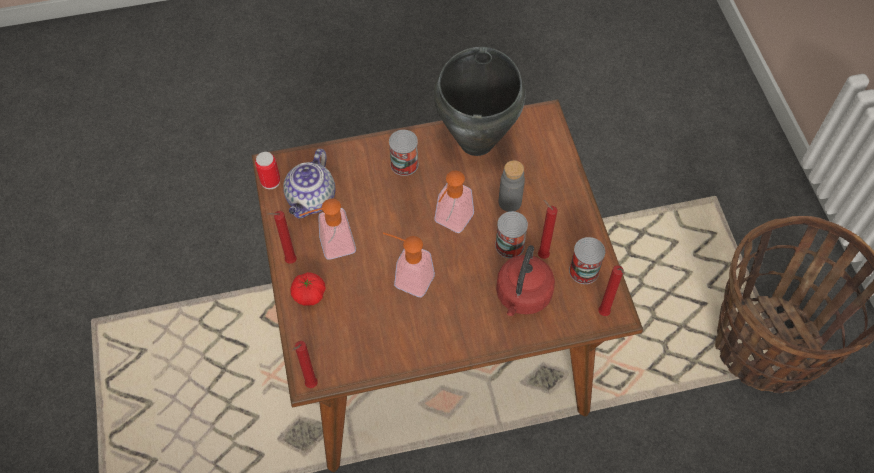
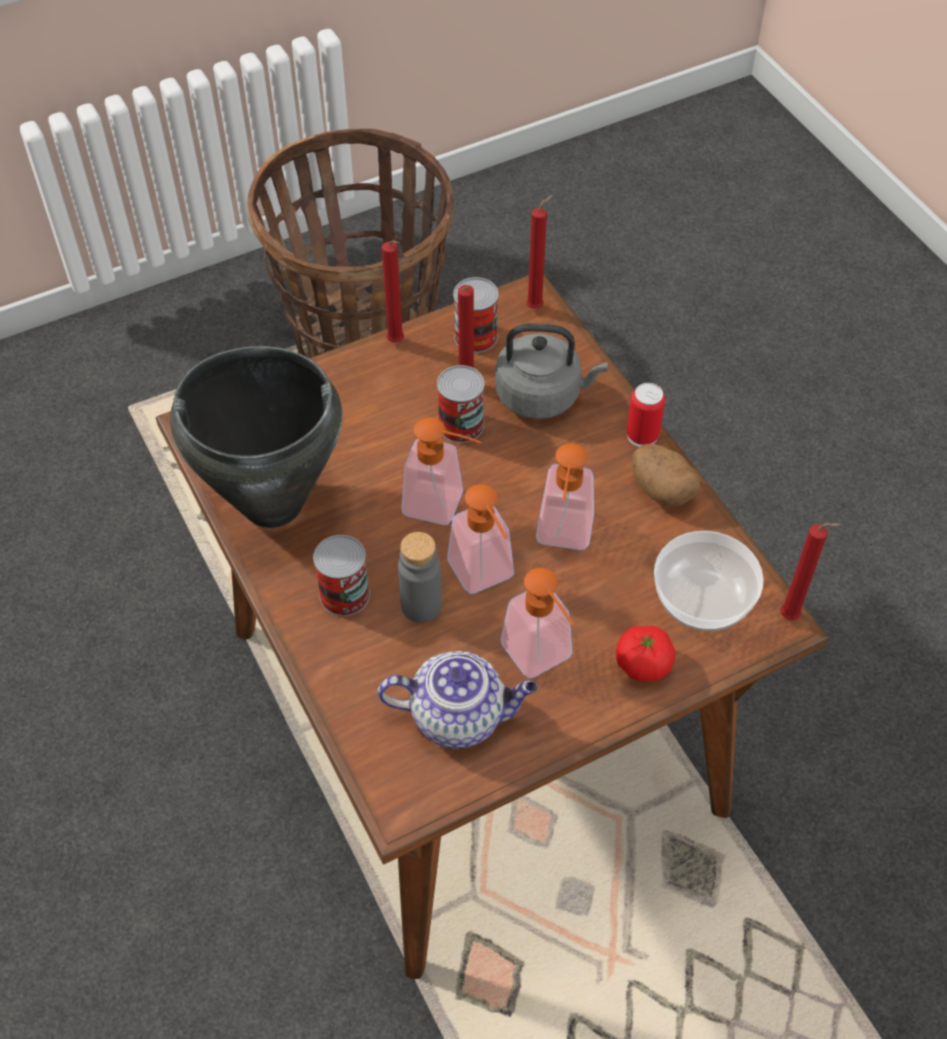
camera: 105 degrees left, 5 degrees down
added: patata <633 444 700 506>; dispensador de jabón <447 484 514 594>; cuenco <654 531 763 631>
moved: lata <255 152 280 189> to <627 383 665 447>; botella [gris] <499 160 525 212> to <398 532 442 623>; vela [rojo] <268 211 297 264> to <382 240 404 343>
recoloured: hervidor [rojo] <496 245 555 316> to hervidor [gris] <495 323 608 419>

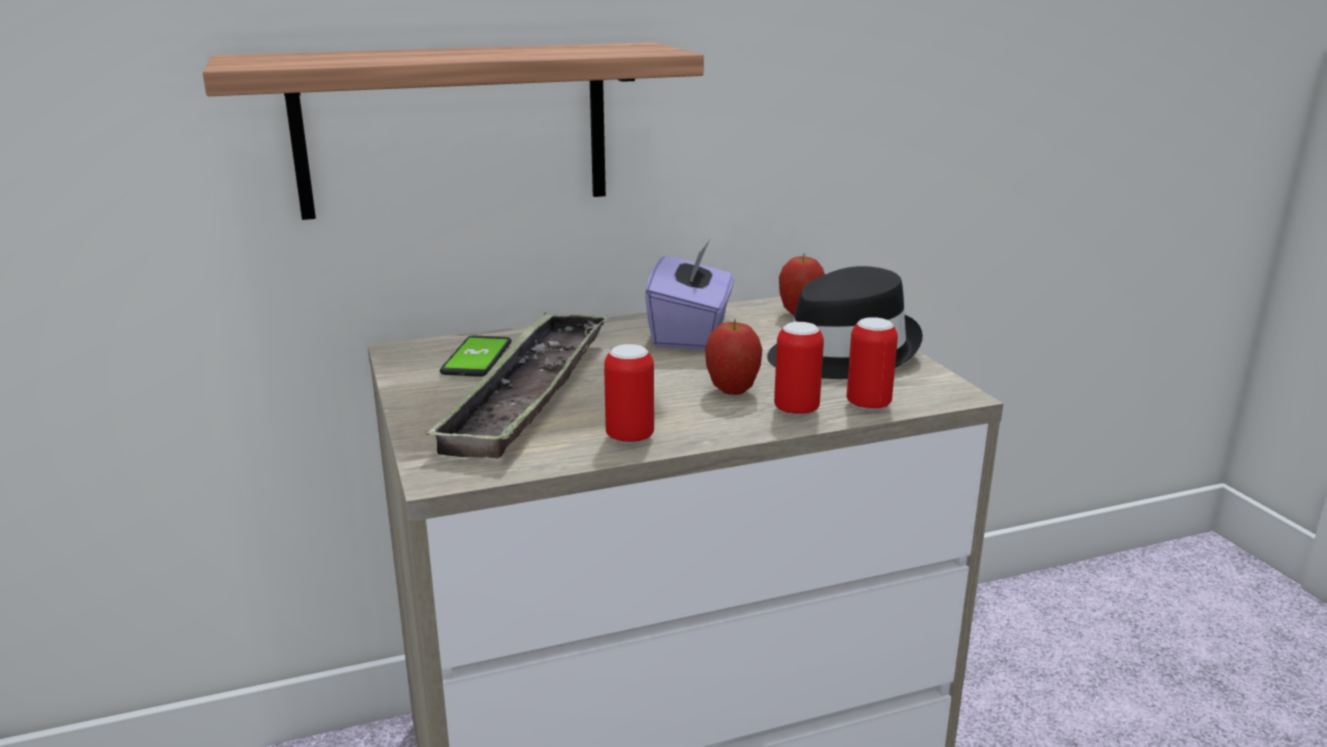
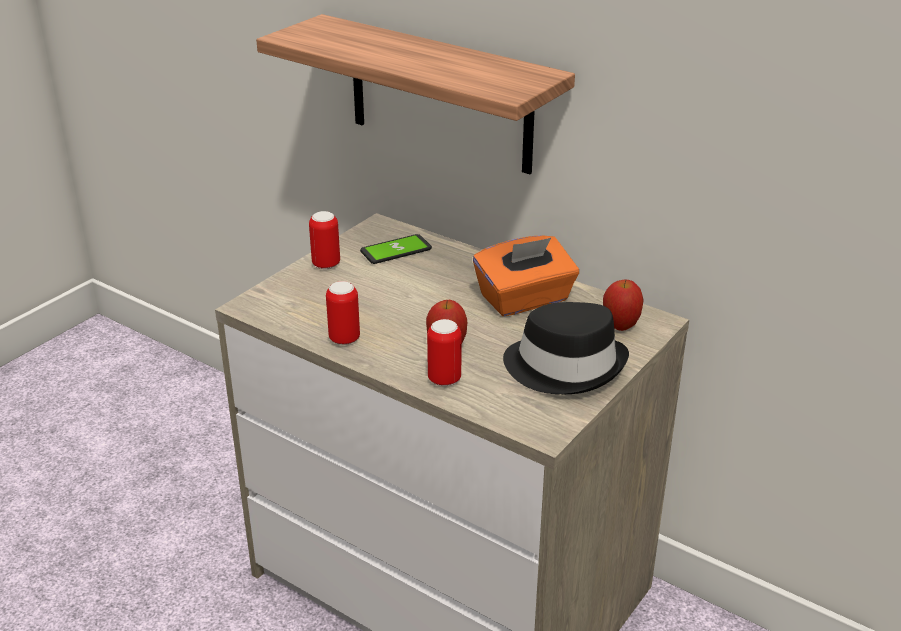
camera: 55 degrees right, 10 degrees up
removed: bandeja <426 312 608 458>
moved: lata <847 317 898 411> to <309 211 340 269>
recoloured: caja de pañuelos [morado] <645 240 734 350> to caja de pañuelos [naranja] <473 235 579 316>

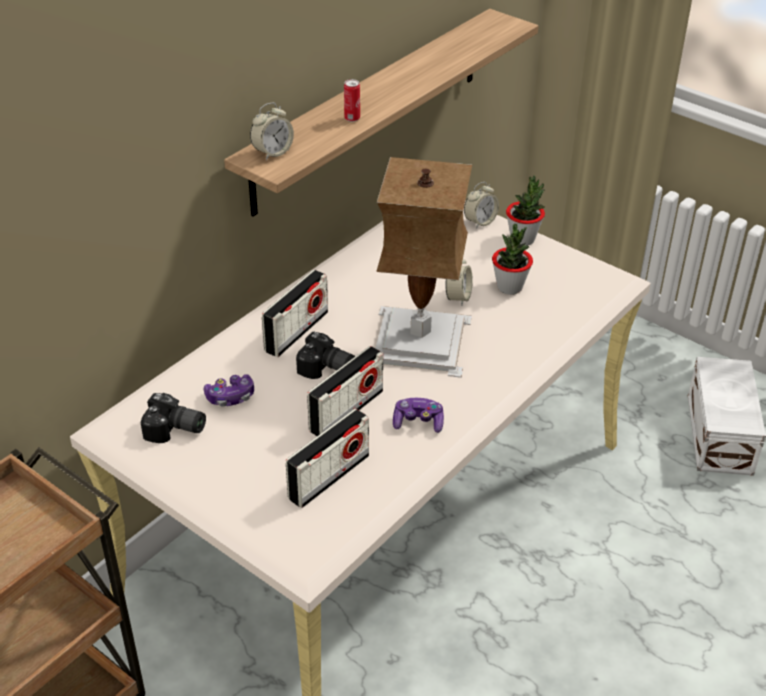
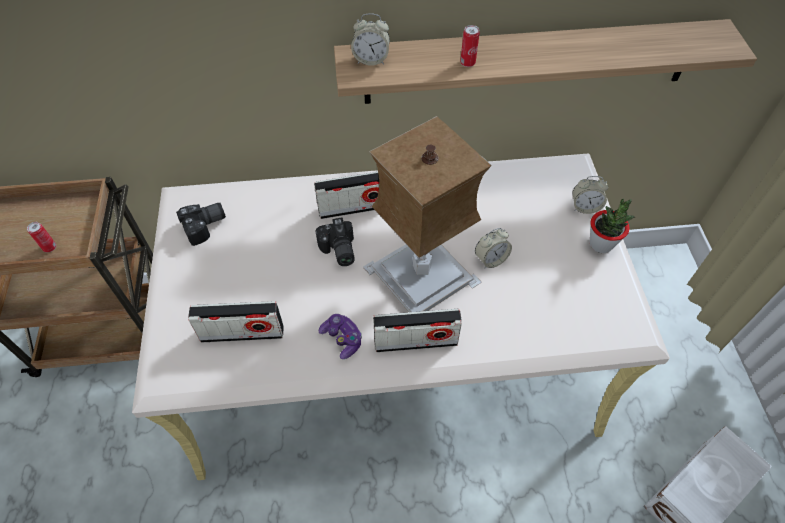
camera: 45 degrees right, 15 degrees up
removed: planta en maceta <492 224 533 295>; mando de consola <204 374 254 407>
added: lata <27 222 56 252>
moved: radio <307 346 383 436> to <373 309 462 352>
turned: cámara <141 393 206 443> = <176 203 226 246> 90 degrees counterclockwise

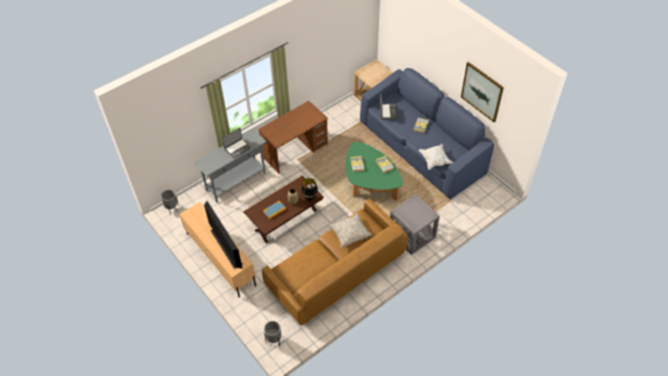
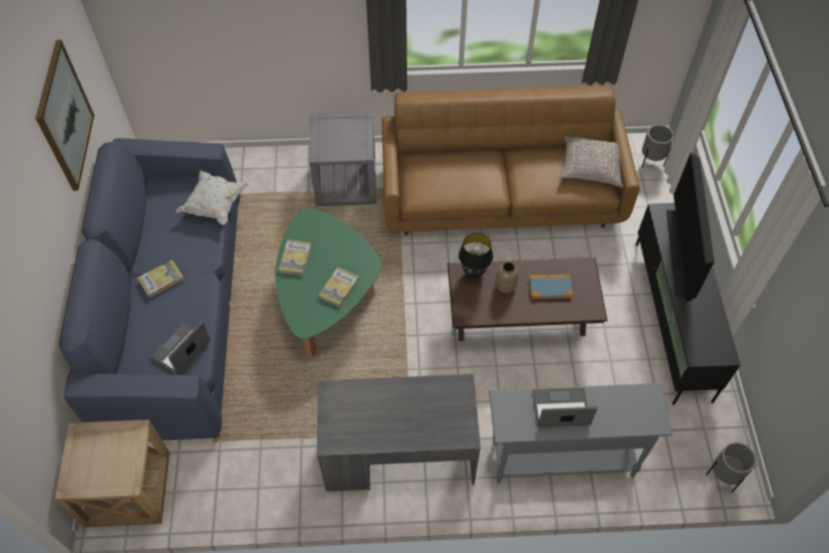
camera: 145 degrees left, 5 degrees up
moved: cojín [gris] <328 213 372 248> to <559 136 623 188>
recoloured: escritorio [marrón] <258 101 328 174> to escritorio [gris] <317 374 481 492>; mueble de televisión [beis] <180 202 256 297> to mueble de televisión [negro] <636 203 740 405>

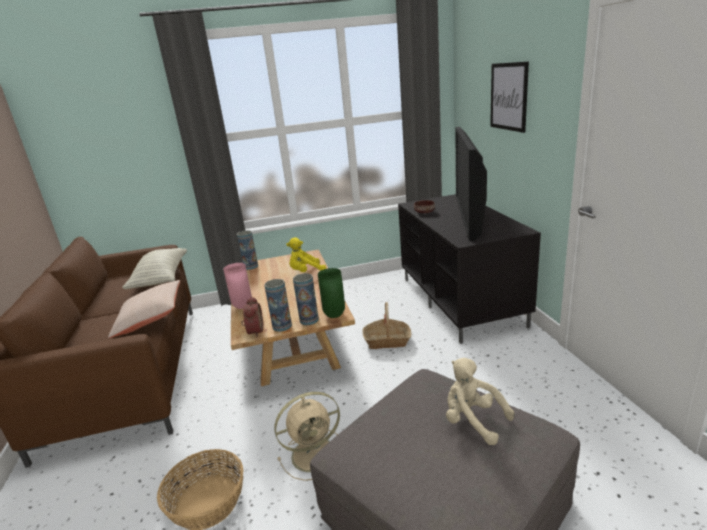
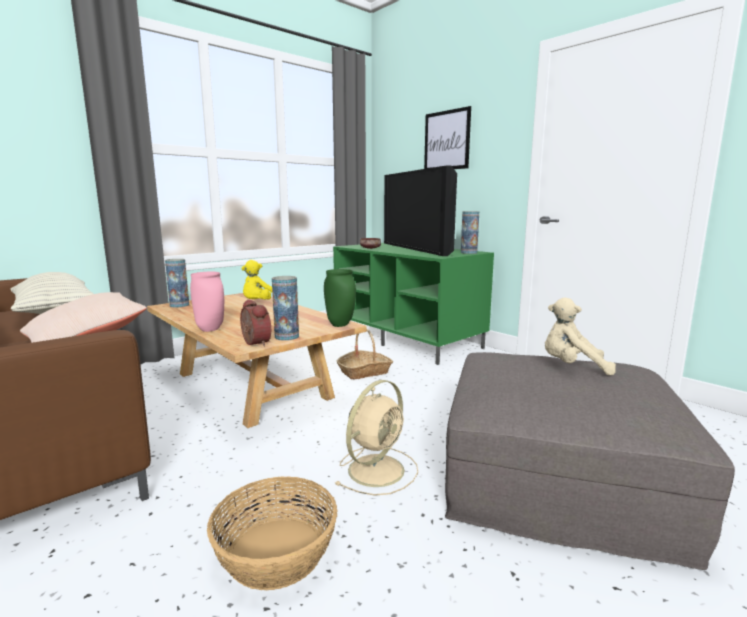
camera: 30 degrees left, 10 degrees down
moved: florero <293 273 319 325> to <461 211 479 254>
recoloured: mueble de televisión [negro] <398 194 541 344> to mueble de televisión [verde] <333 243 494 365>

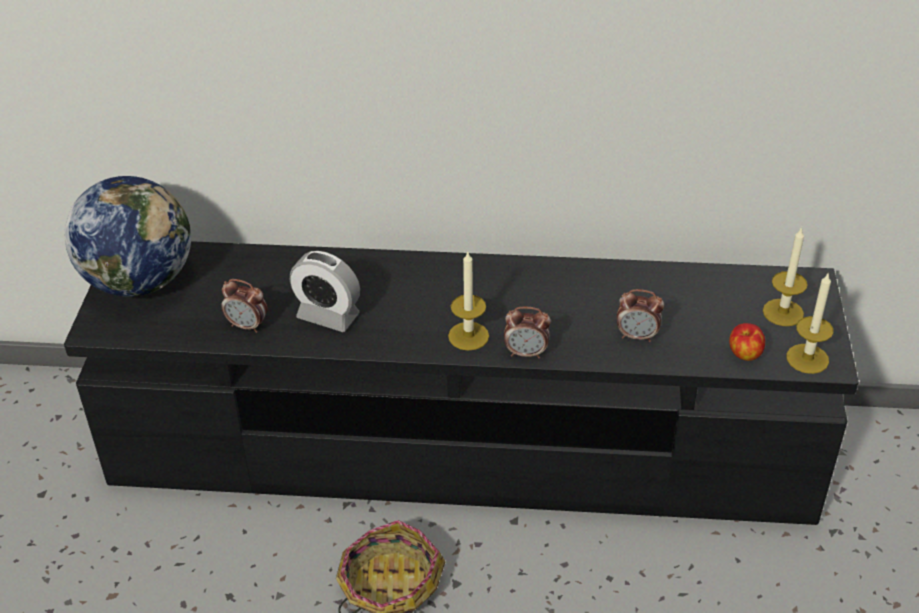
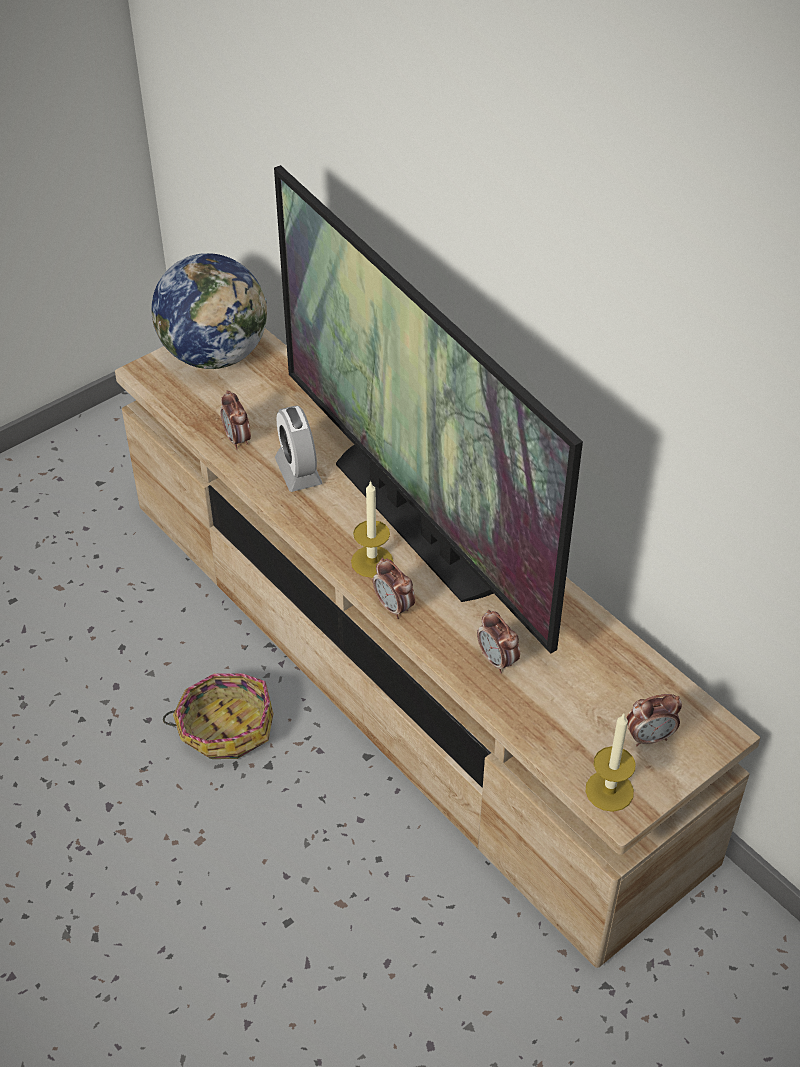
camera: 45 degrees right, 5 degrees up
removed: manzana <729 323 765 361>
added: televisor <274 165 583 654>
replaced: vela <763 227 808 326> to despertador <627 694 682 746>
recoloured: mueble de televisión [negro] <64 241 859 525> to mueble de televisión [beis] <115 328 761 968>

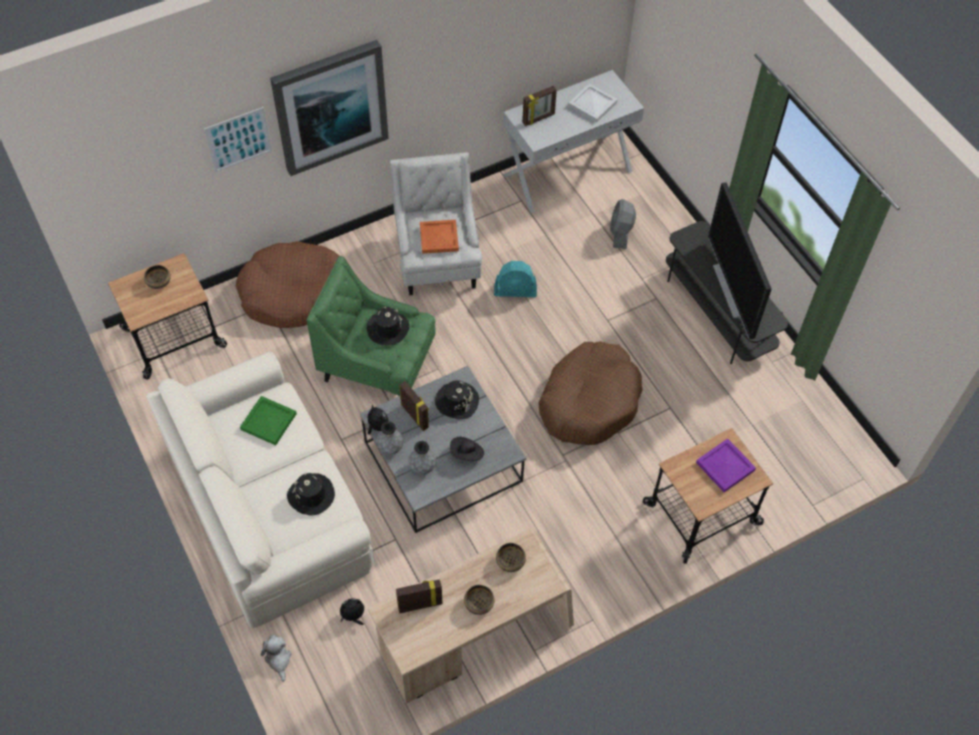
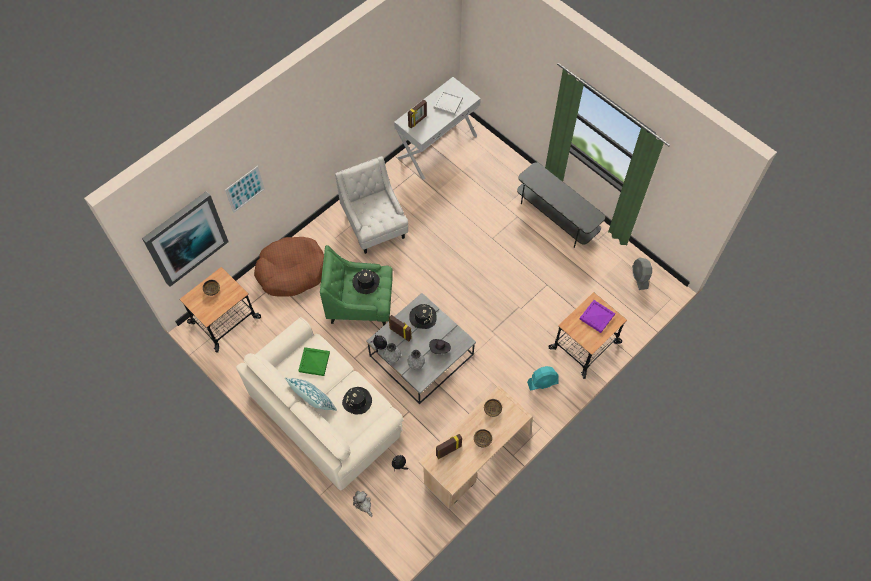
camera: 15 degrees left, 5 degrees up
removed: televisor <708 182 771 339>; bandeja [naranja] <420 220 459 254>; cama para perro [marrón] <538 341 643 445>
added: cojín <285 377 337 411>
moved: cuadro <270 40 389 176> to <142 191 228 287>; ventilador [gris] <610 199 636 249> to <632 258 652 290>; ventilador [turquesa] <494 261 537 297> to <527 366 559 391>

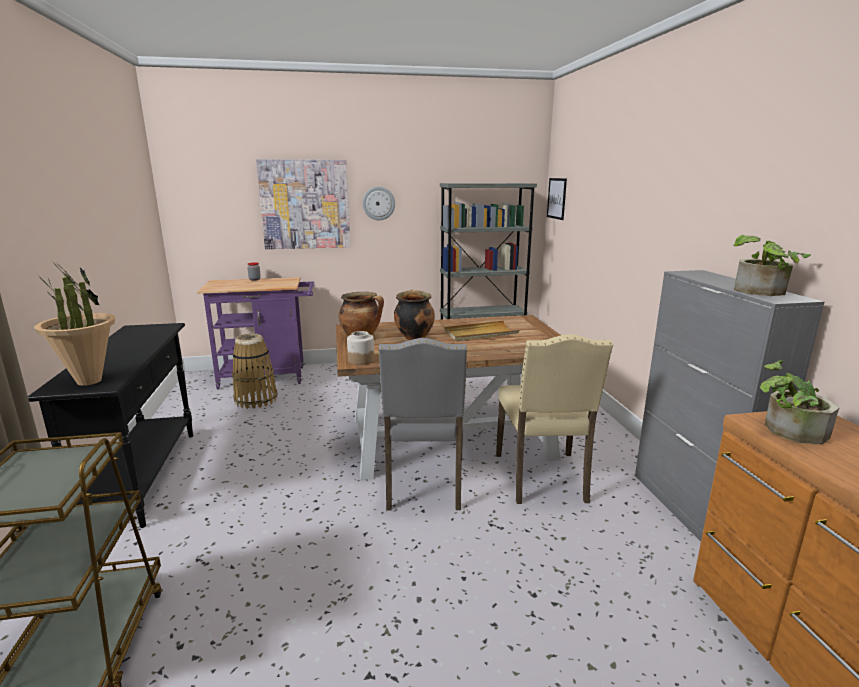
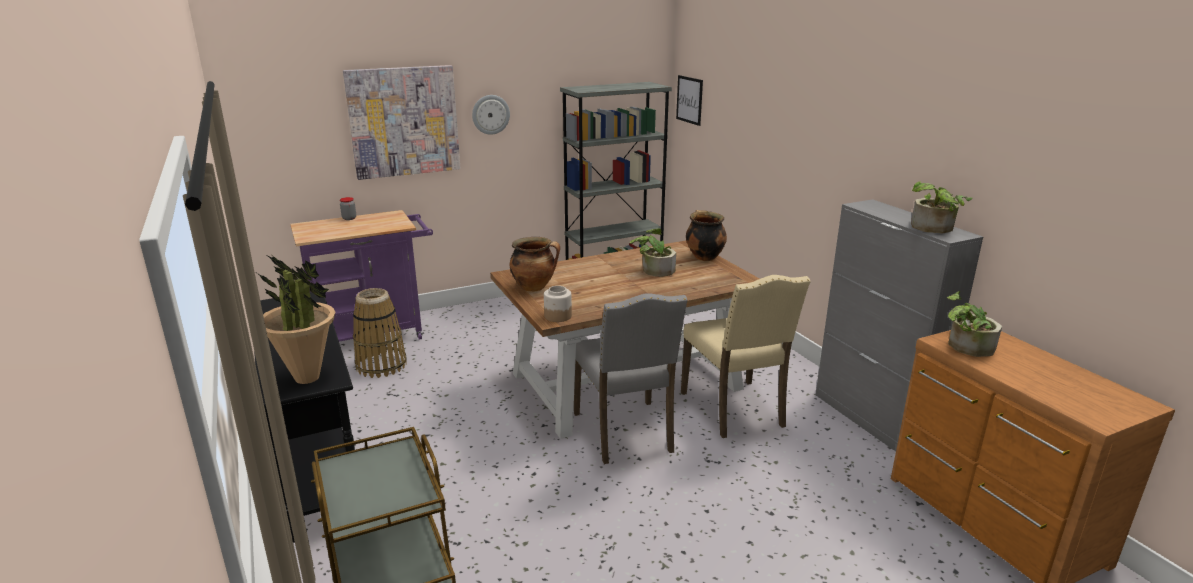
camera: 15 degrees left, 5 degrees up
moved: olla <394 290 435 340> to <686 210 727 261>
replaced: bandeja [beis] <445 320 519 341> to planta en maceta <630 228 676 277>

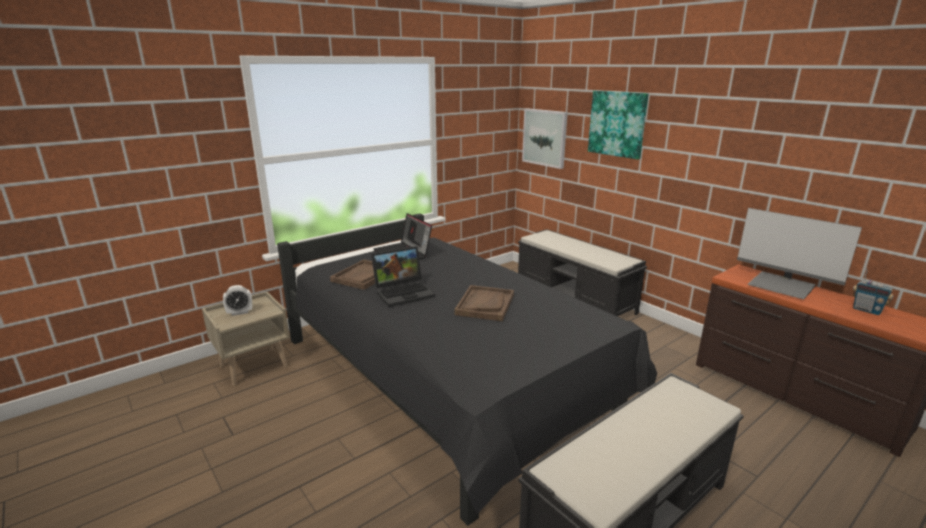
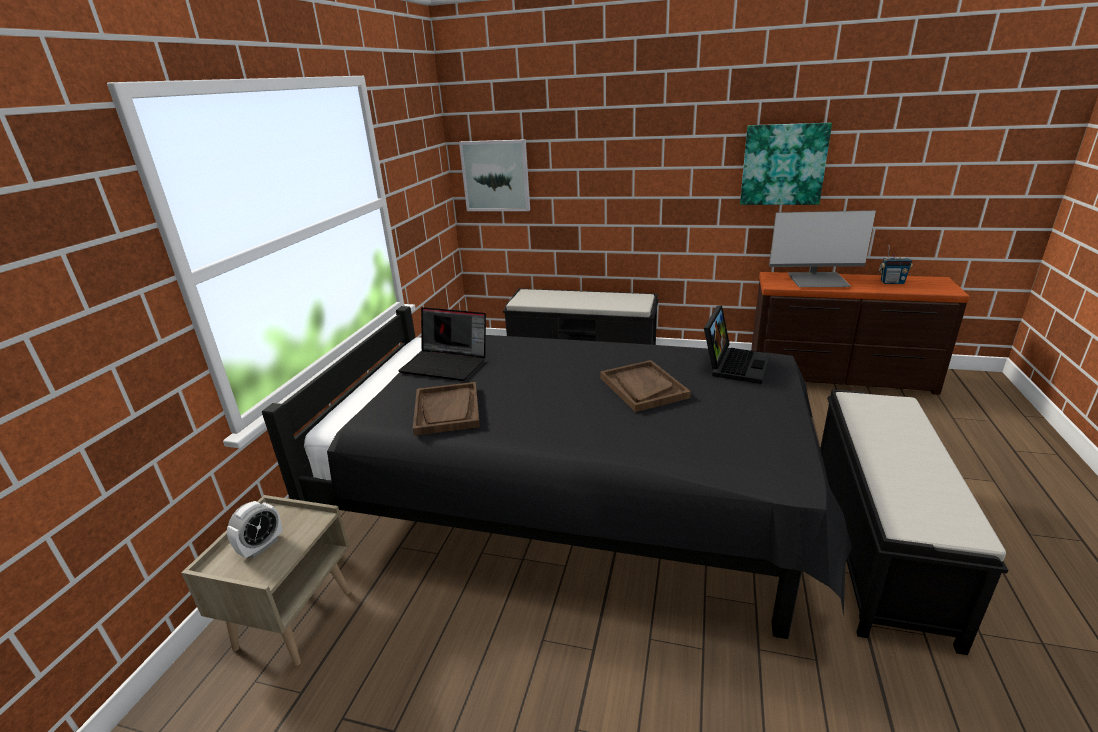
camera: 35 degrees left, 5 degrees up
moved: cuadro <588 91 649 159> to <740 123 832 205>; portátil <371 246 435 307> to <704 305 770 384>

